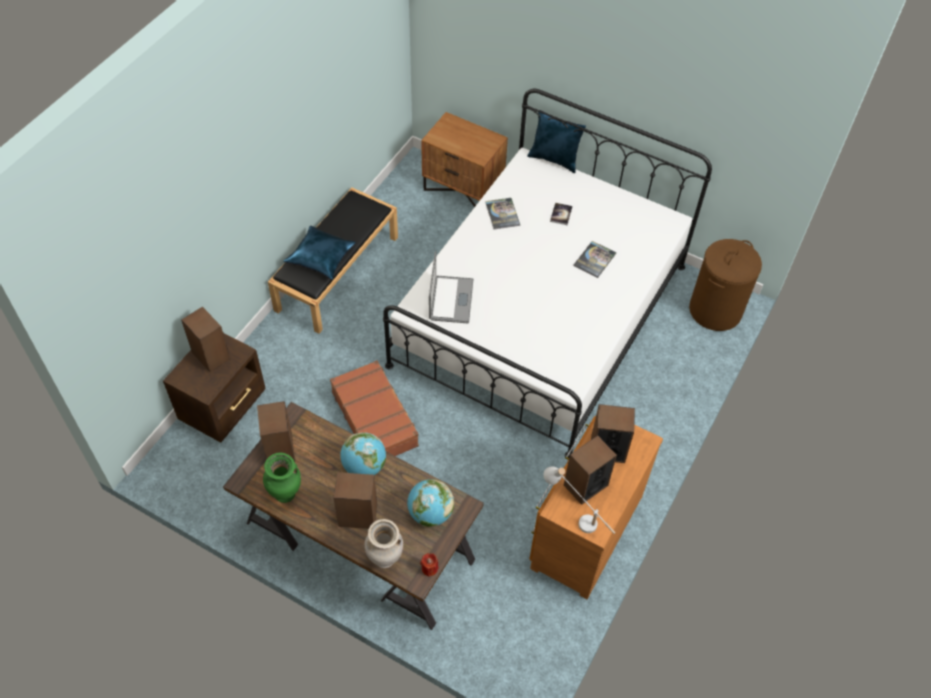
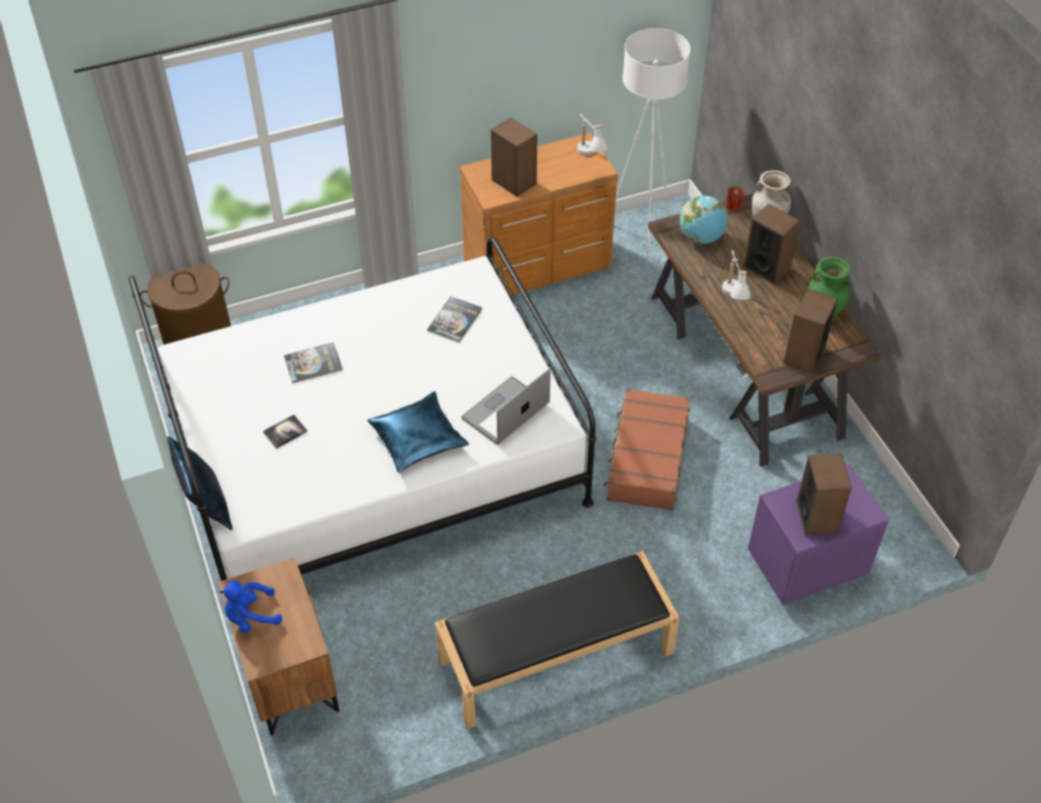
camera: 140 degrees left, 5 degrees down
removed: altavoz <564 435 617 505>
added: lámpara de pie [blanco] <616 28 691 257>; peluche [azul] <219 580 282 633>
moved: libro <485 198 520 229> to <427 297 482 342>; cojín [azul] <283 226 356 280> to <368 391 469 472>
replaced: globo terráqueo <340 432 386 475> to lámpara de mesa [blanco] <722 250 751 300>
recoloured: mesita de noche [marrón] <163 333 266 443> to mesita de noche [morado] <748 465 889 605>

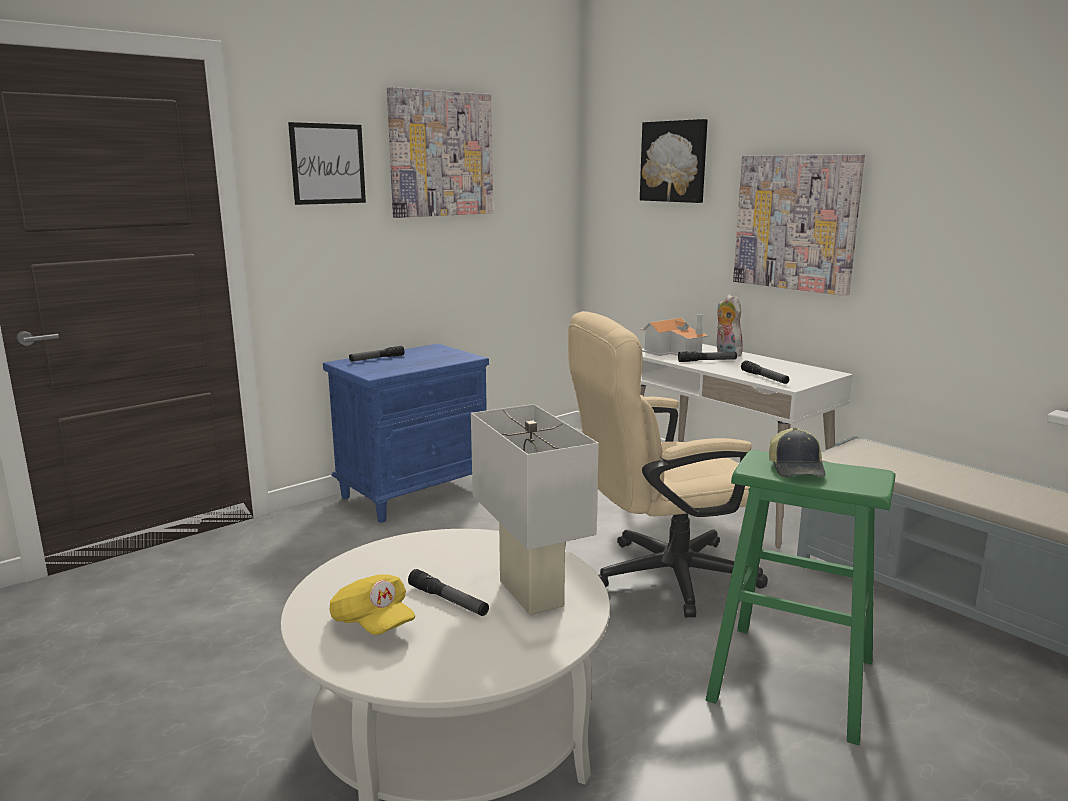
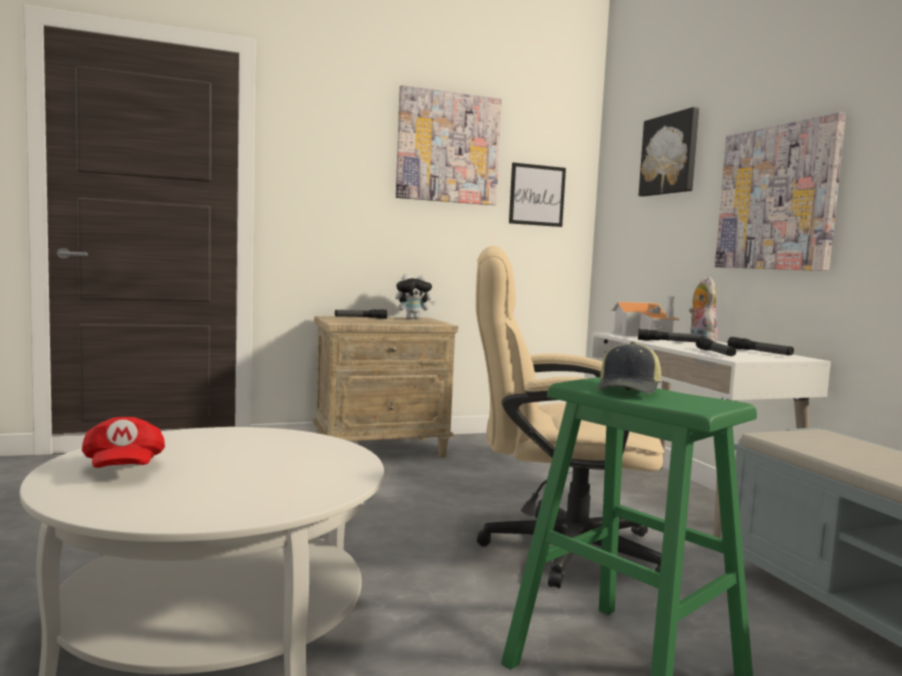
camera: 20 degrees right, 10 degrees down
removed: lámpara de mesa [blanco] <471 404 599 615>
added: peluche <395 274 435 319>
moved: cuadro <288 122 366 205> to <509 163 566 227>; linterna <408 569 489 616> to <727 337 794 355>
recoloured: mesita de noche [azul] <323 344 489 522> to mesita de noche [beis] <312 316 458 457>; gorra [amarillo] <330 574 415 635> to gorra [rojo] <82 417 165 468>

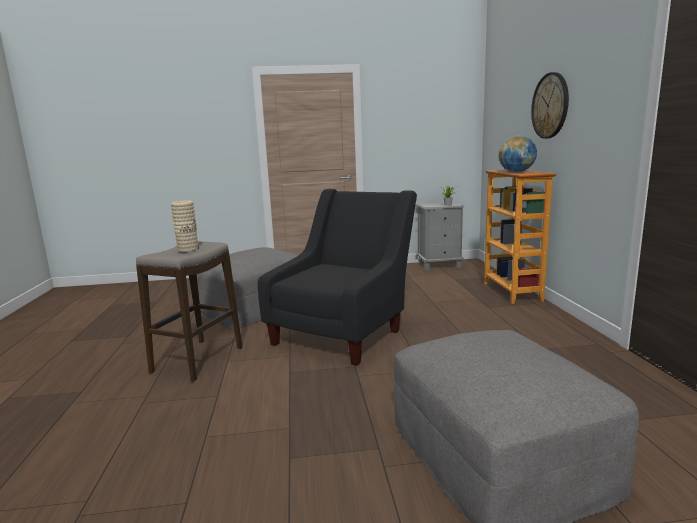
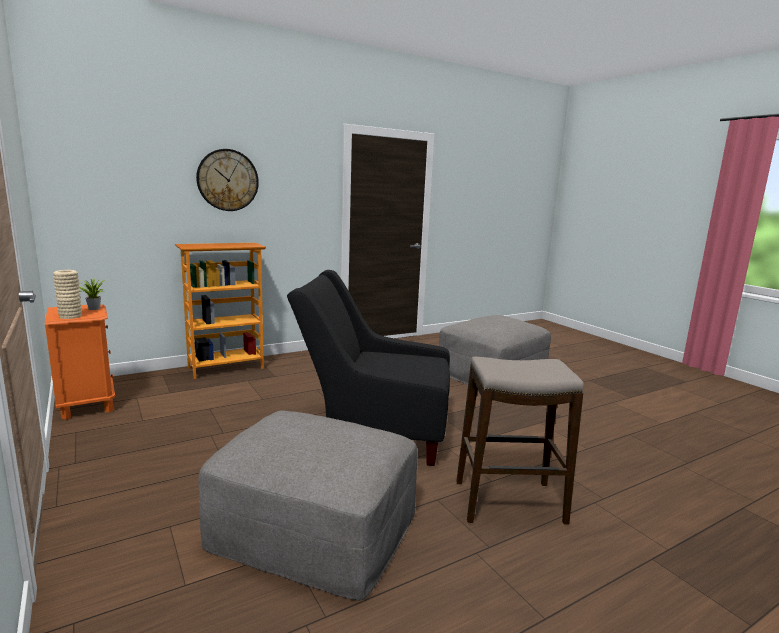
camera: 115 degrees left, 0 degrees up
removed: globo terráqueo <499 135 537 173>
moved: florero [beis] <171 200 198 252> to <53 270 82 319>
recoloured: mesita de noche [gris] <417 202 465 270> to mesita de noche [naranja] <45 304 115 420>

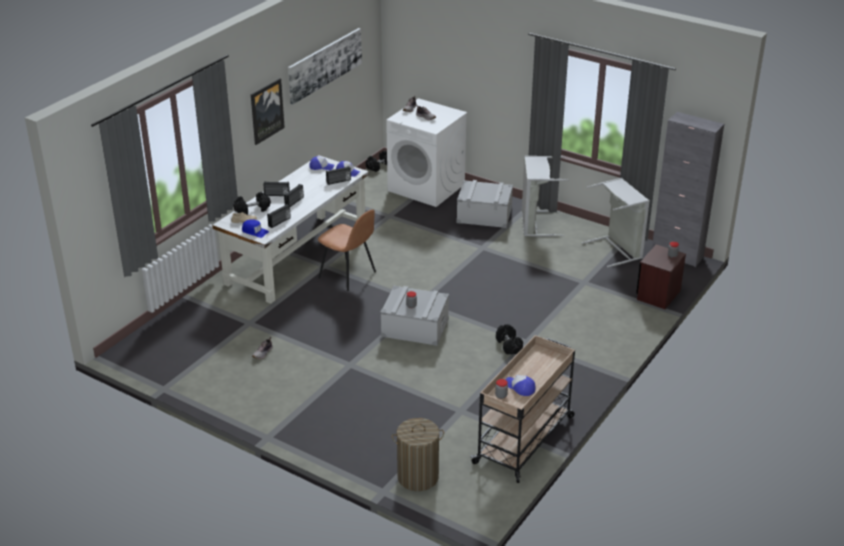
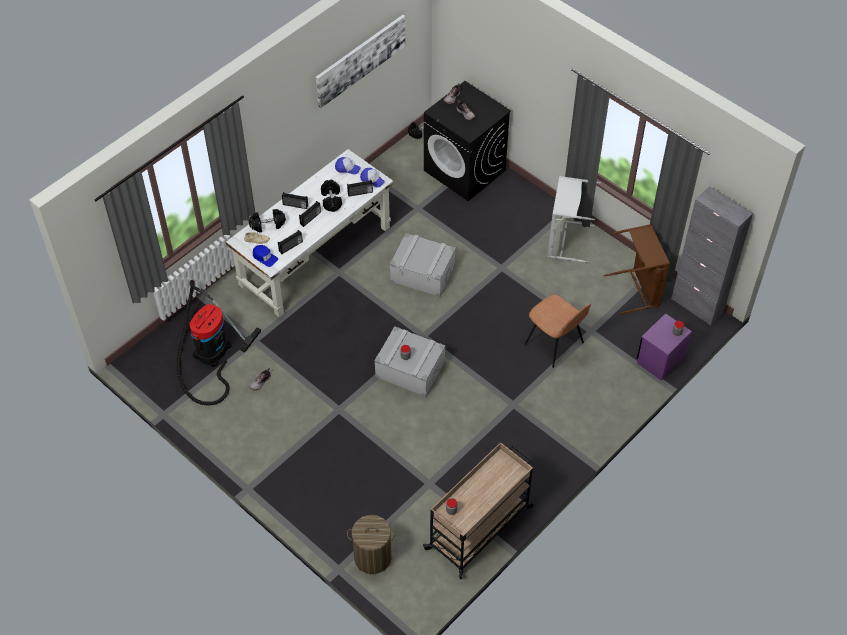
camera: 10 degrees right, 20 degrees up
removed: cuadro <251 78 285 145>; gorra <506 375 536 396>
added: aspiradora <177 280 261 405>
moved: caja de almacenaje [gris] <457 180 513 228> to <390 233 456 297>; silla [marrón] <318 209 376 291> to <525 295 591 368>; mancuerna [negro] <496 324 523 355> to <321 180 342 212>
recoloured: lavadora [blanco] <386 98 467 207> to lavadora [negro] <424 81 511 201>; cesto de la ropa [gris] <582 178 650 267> to cesto de la ropa [marrón] <604 224 670 314>; mesita de noche [marrón] <636 244 686 309> to mesita de noche [morado] <637 313 692 381>

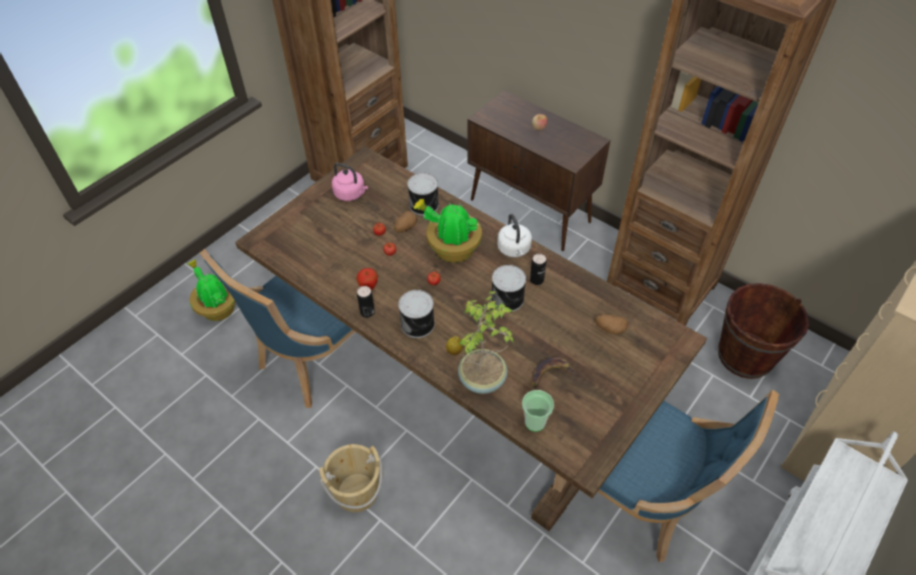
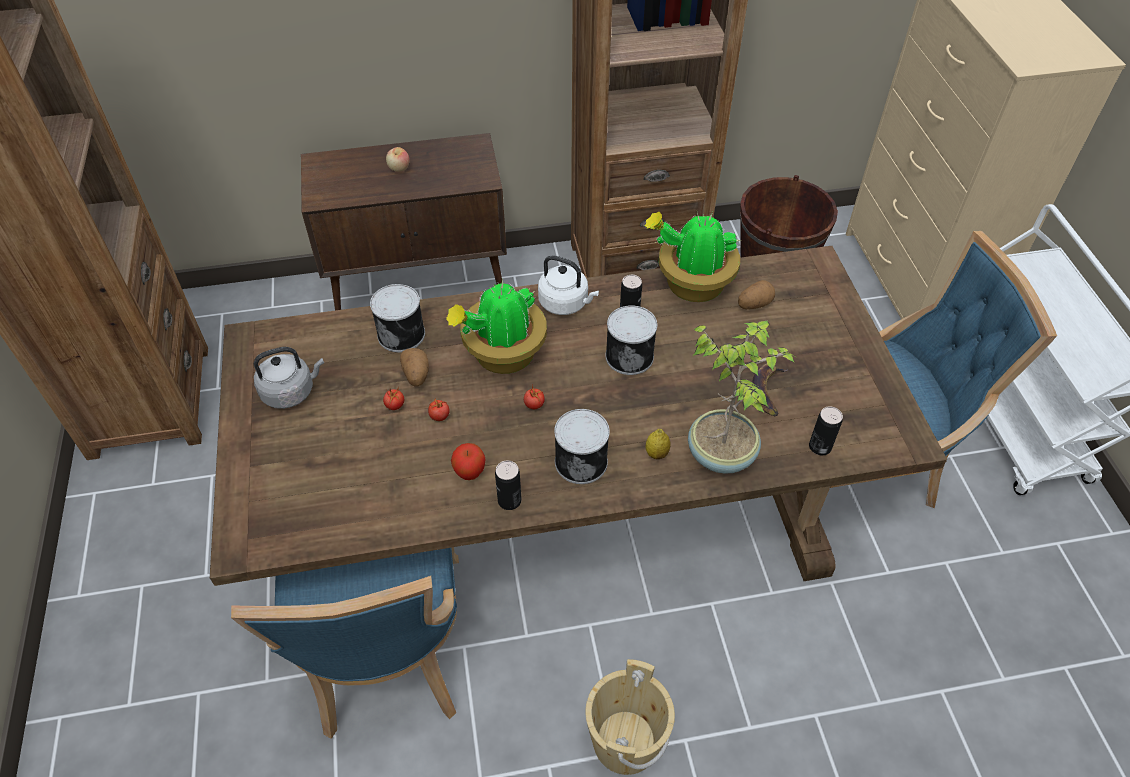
camera: 50 degrees left, 0 degrees up
moved: planta en maceta <187 259 236 321> to <644 212 741 302>
replaced: taza <522 390 554 432> to lata <809 406 843 455>
recoloured: hervidor [rosa] <332 163 368 201> to hervidor [gris] <254 347 324 409>

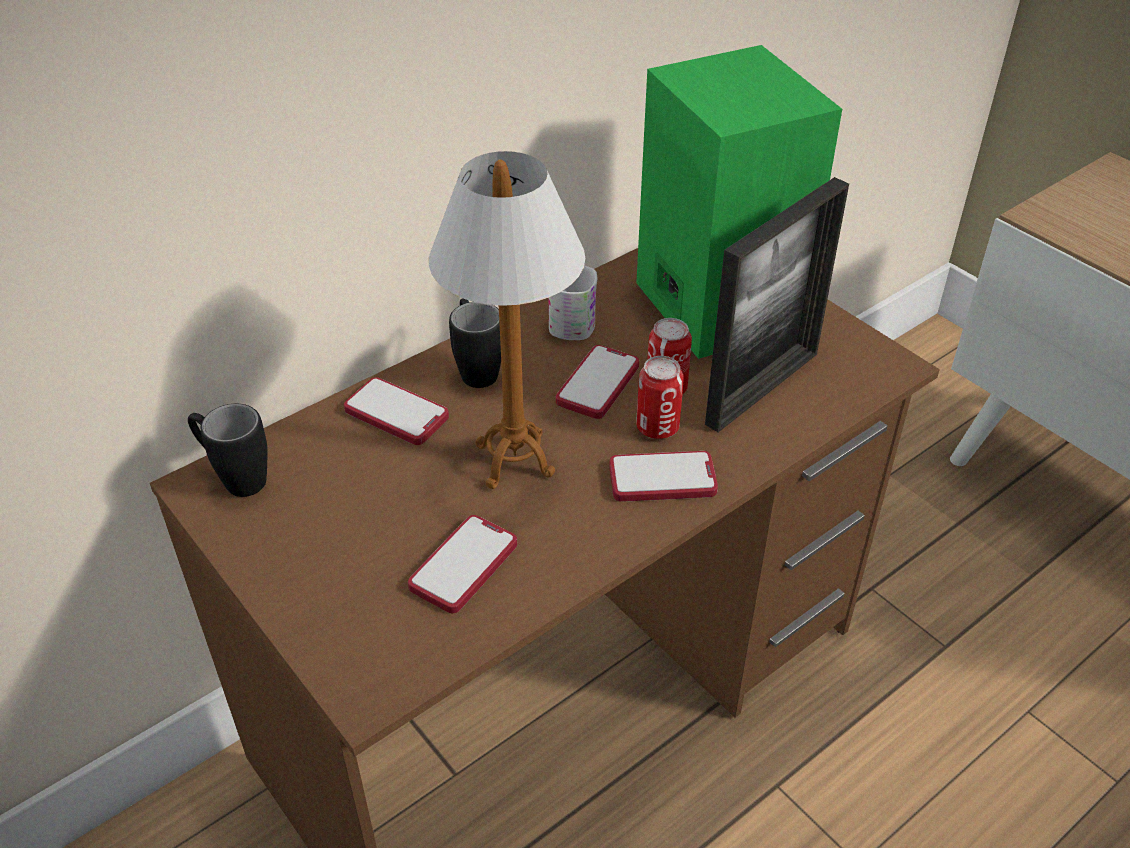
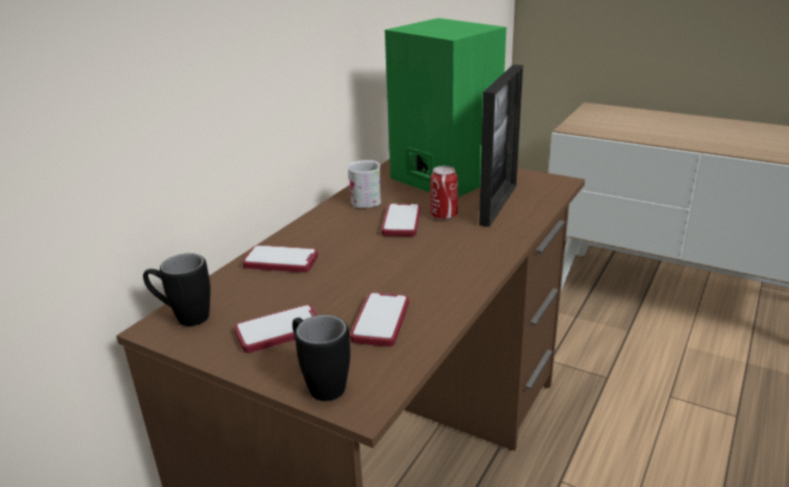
camera: 20 degrees left, 15 degrees down
removed: lámpara de mesa <429 151 585 489>; lata <636 356 684 439>
moved: taza grande [negro] <449 298 501 388> to <292 315 350 401>; móvil <609 451 718 501> to <235 305 317 353>

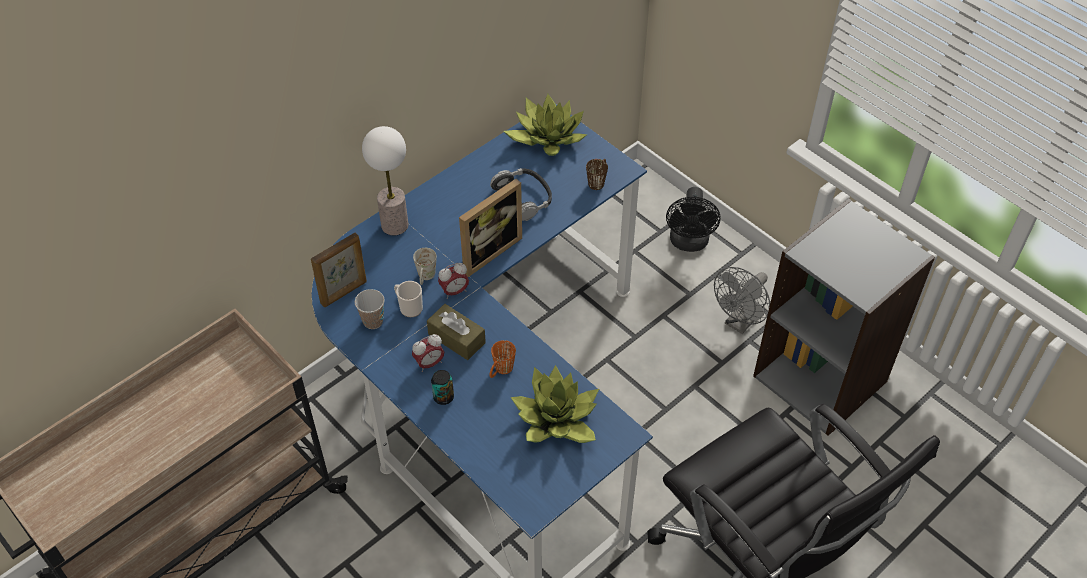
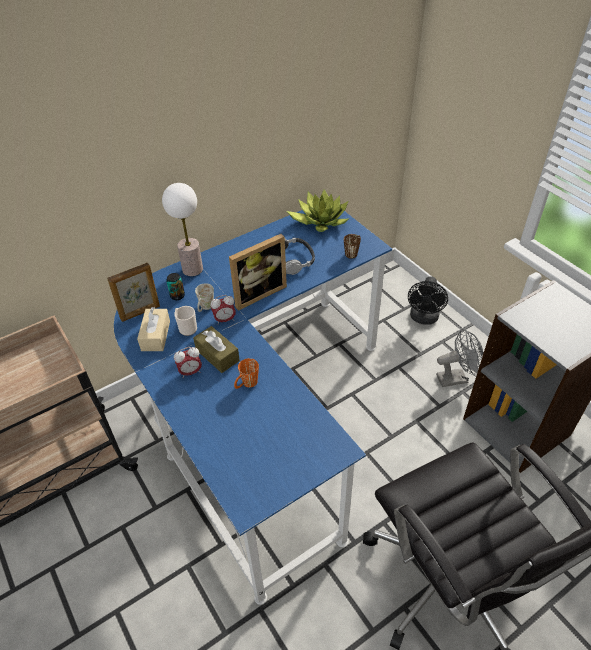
camera: 10 degrees right, 5 degrees down
removed: planta en maceta <510 365 599 443>
moved: lata <431 370 454 405> to <166 273 185 300>
replaced: taza <355 289 385 329> to caja de pañuelos [beis] <137 307 170 351>
turned: ventilador [gris] <714 267 770 334> = <436 329 484 387> 150 degrees counterclockwise

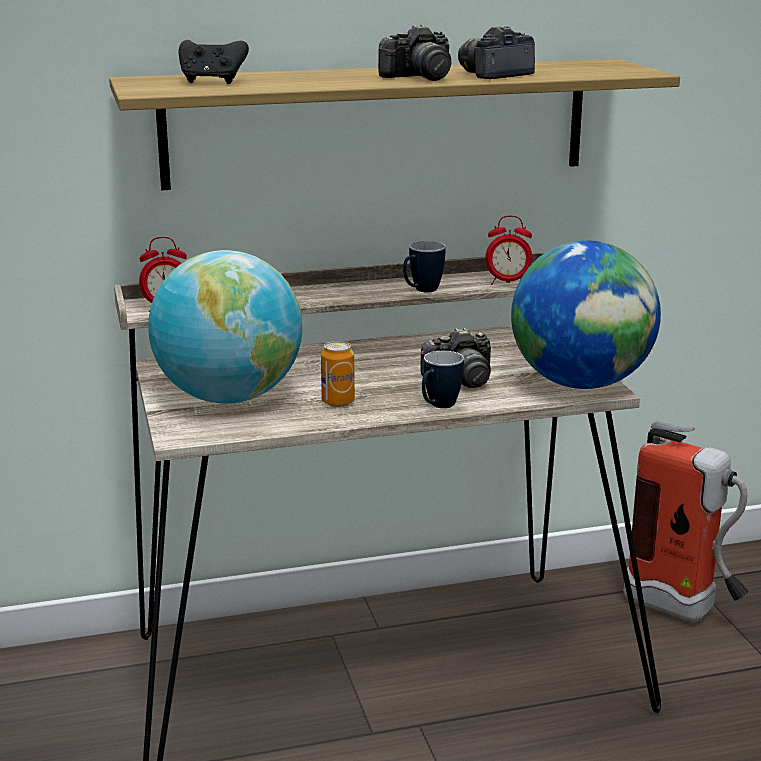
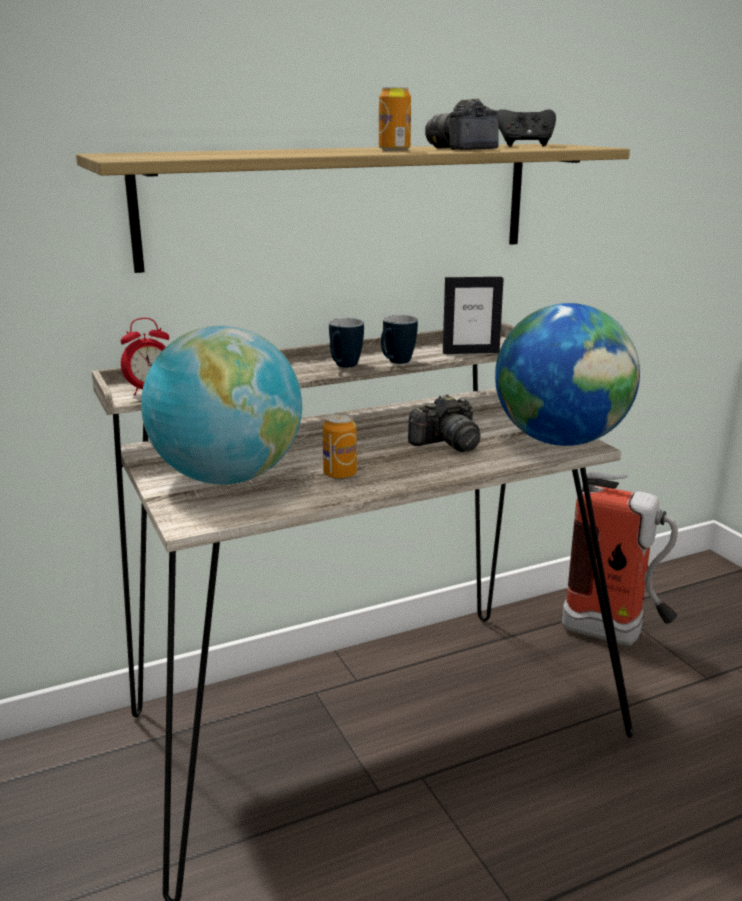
camera: 10 degrees left, 0 degrees up
moved: mando de consola [negro] <179 40 249 84> to <497 109 556 147>; taza grande <422 351 464 408> to <329 318 364 368>
replaced: cámara <378 25 451 81> to lata <379 87 411 151>; despertador <485 216 532 285> to portarretratos <443 277 504 354>

